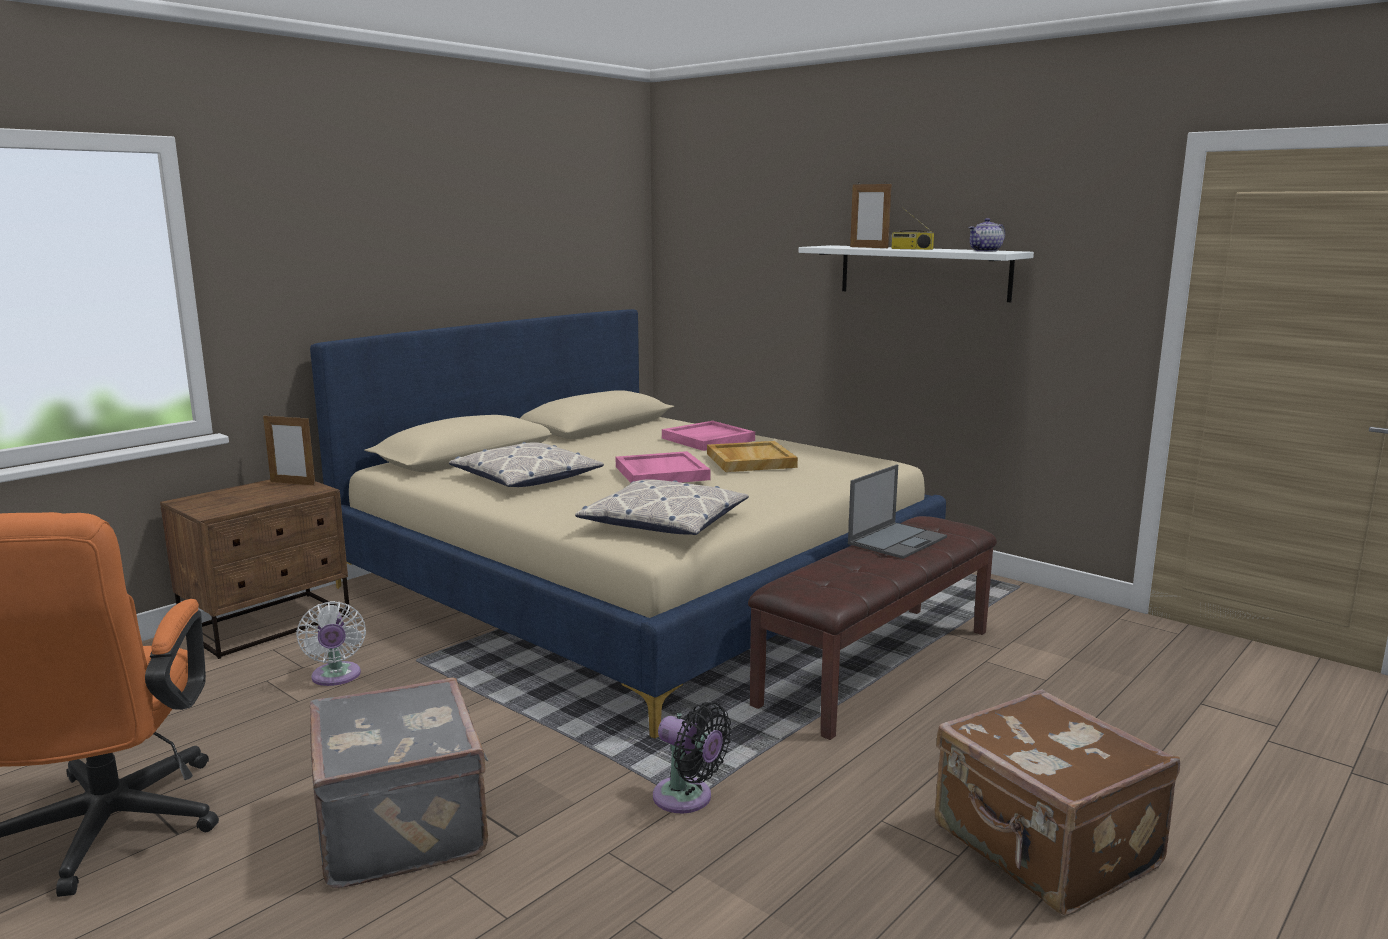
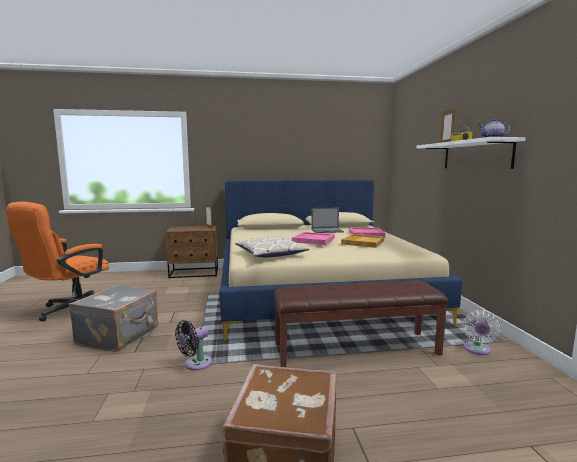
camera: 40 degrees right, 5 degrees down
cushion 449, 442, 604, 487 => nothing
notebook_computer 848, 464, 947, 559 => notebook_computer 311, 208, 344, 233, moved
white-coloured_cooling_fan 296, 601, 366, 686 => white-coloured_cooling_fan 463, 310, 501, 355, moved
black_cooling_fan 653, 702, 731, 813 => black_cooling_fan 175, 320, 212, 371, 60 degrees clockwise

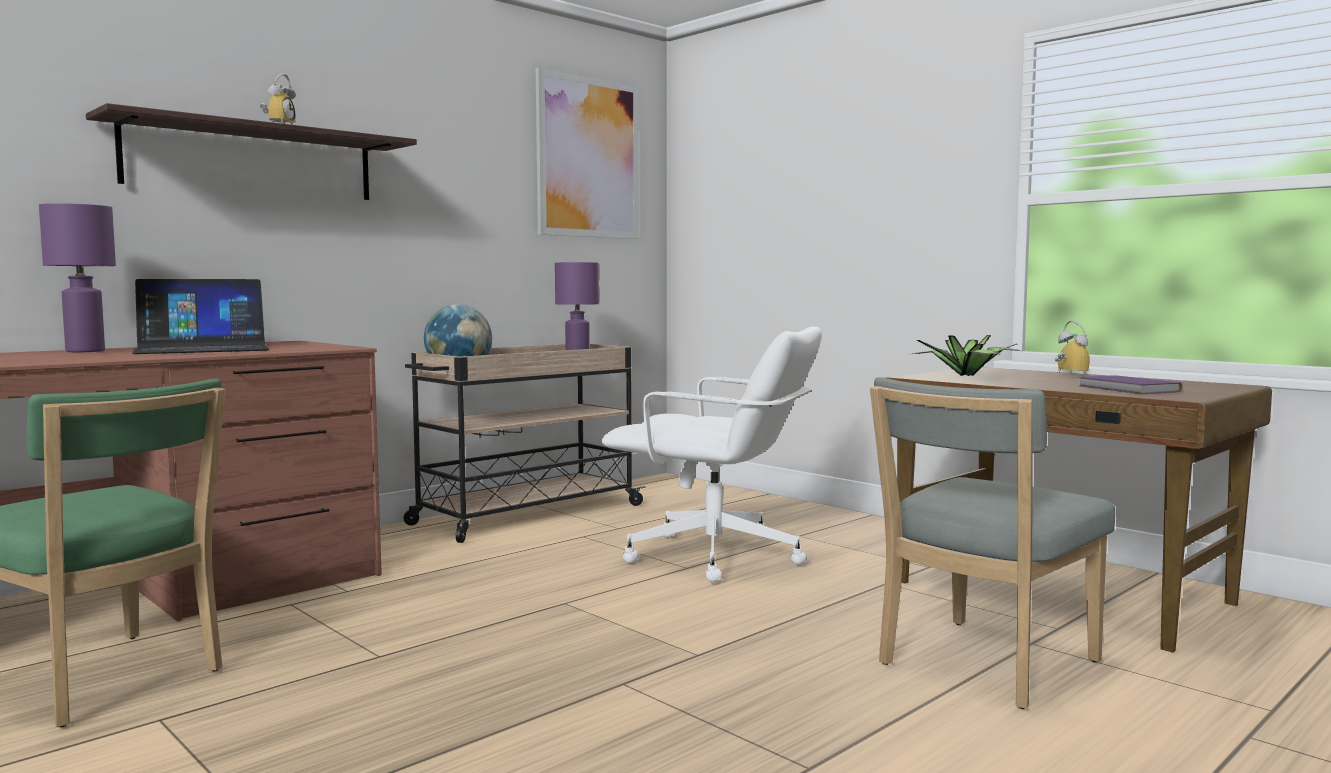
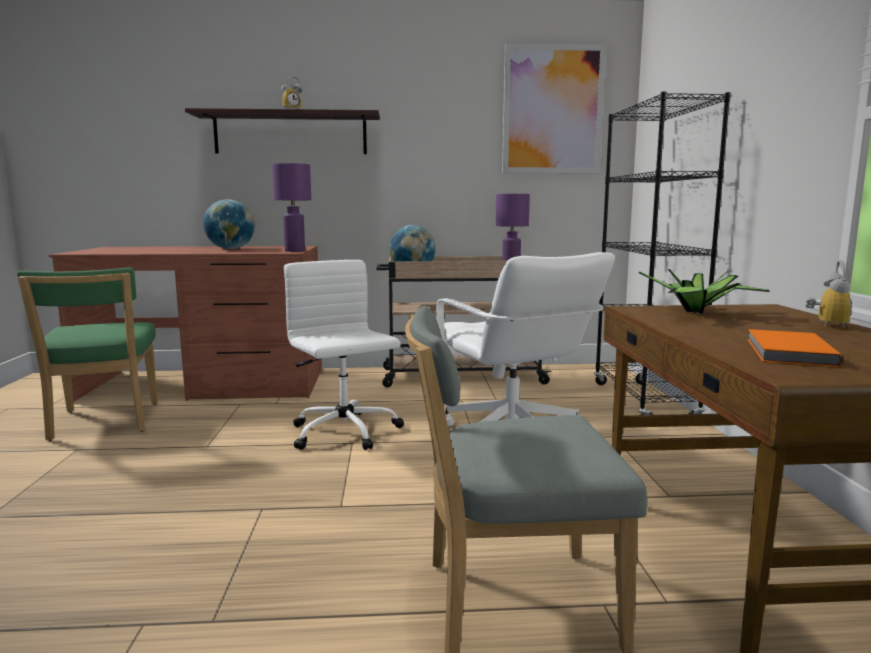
camera: 40 degrees right, 5 degrees up
purple_tabletop_lamp 39, 203, 116, 352 => purple_tabletop_lamp 272, 163, 311, 252, moved
notebook_computer 132, 279, 269, 354 => world_globe 203, 199, 255, 249
purple_book 1079, 375, 1182, 394 => orange_book 747, 329, 844, 367
nothing => black_bookshelf 594, 92, 731, 415
nothing => white-coloured_office_chair 284, 260, 404, 450

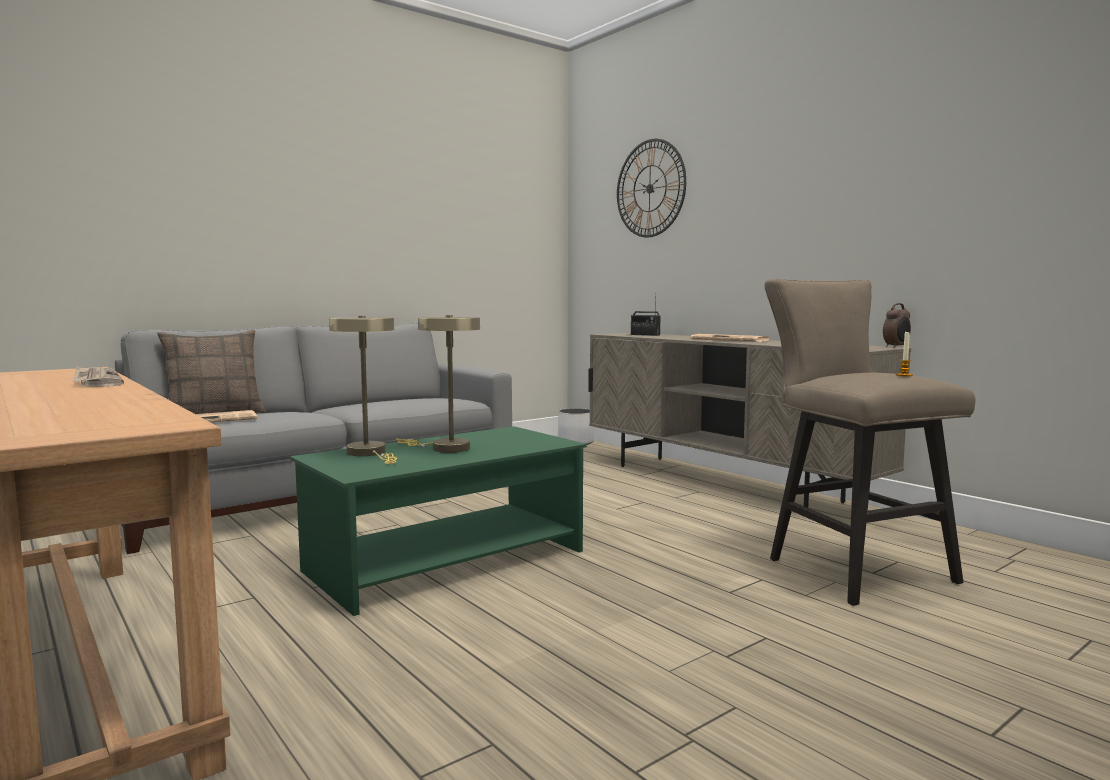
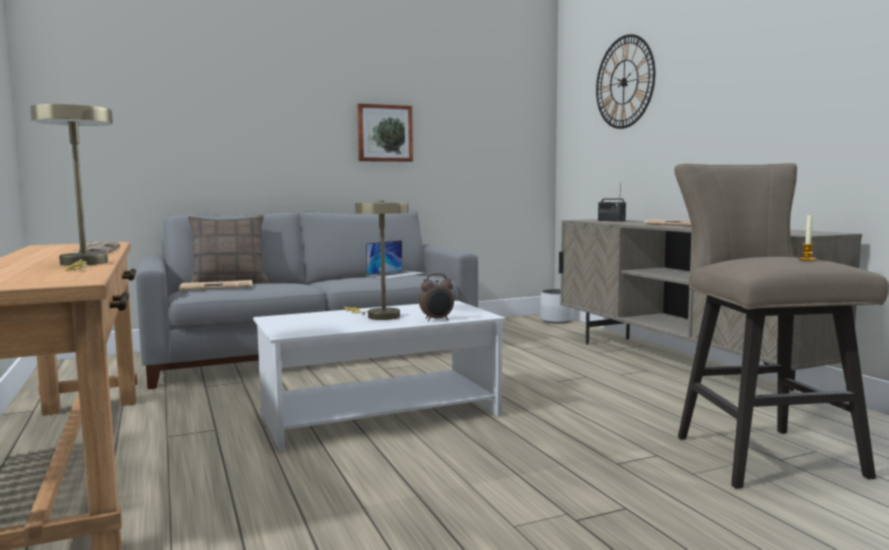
camera: 15 degrees right, 0 degrees up
bedside_clock 883, 303, 911, 348 => bedside_clock 419, 273, 454, 321, moved
sand-coloured_tabletop_lamp 329, 316, 397, 464 => sand-coloured_tabletop_lamp 30, 104, 113, 271, moved
green-coloured_low_table 290, 426, 587, 616 => white-coloured_low_table 253, 301, 506, 451
nothing => picture 357, 103, 413, 162
nothing => notebook_computer 366, 240, 425, 279

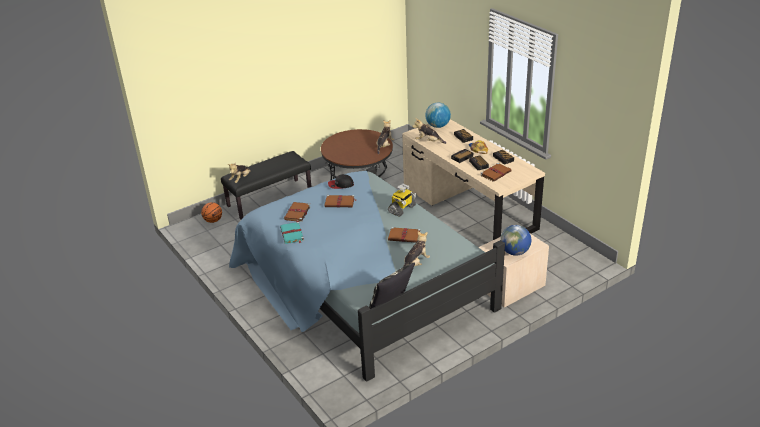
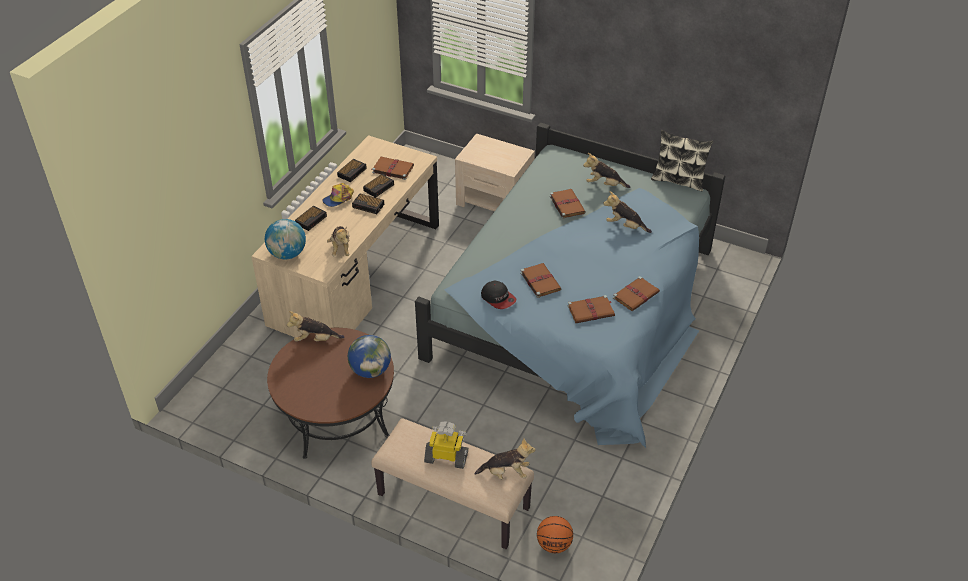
camera: 120 degrees left, 10 degrees up
black_long_seat 221, 151, 311, 220 => sand-coloured_long_seat 371, 418, 534, 549
model_robot 388, 183, 417, 217 => model_robot 424, 421, 468, 469, moved
turquoise_book 280, 222, 304, 244 => brownish_book 613, 276, 660, 311
world_globe 500, 225, 531, 256 => world_globe 348, 335, 391, 378, moved
nothing => soft_toy 603, 191, 652, 233

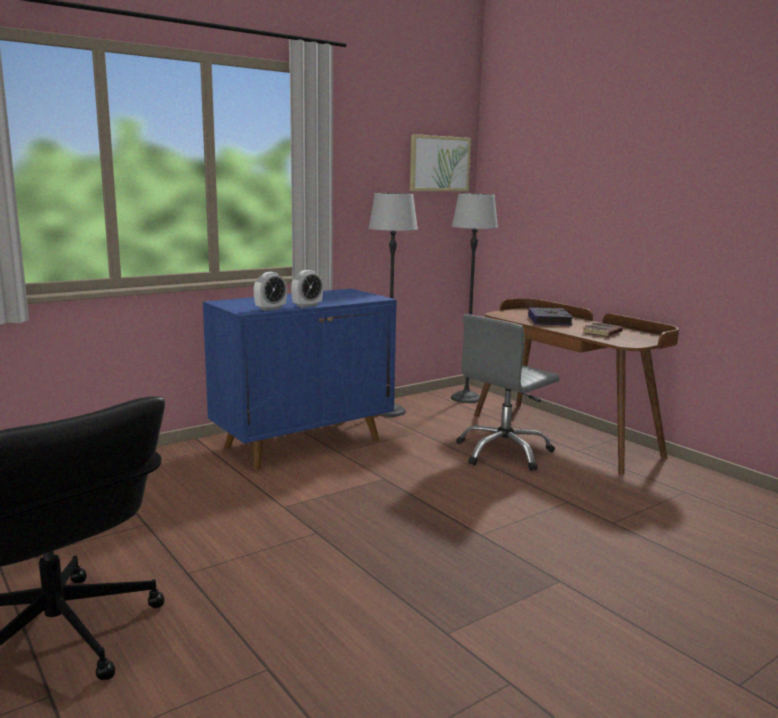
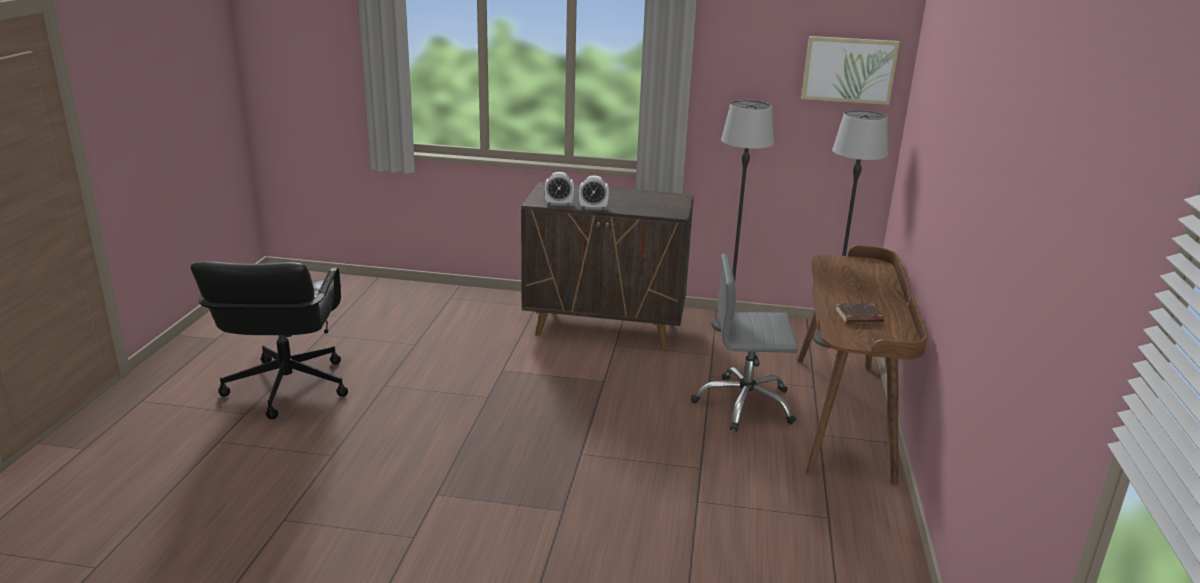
camera: 45 degrees right, 10 degrees up
blue_cabinet 203, 288, 397, 470 => brownish_cabinet 521, 182, 694, 349
book 528, 308, 573, 325 => nothing

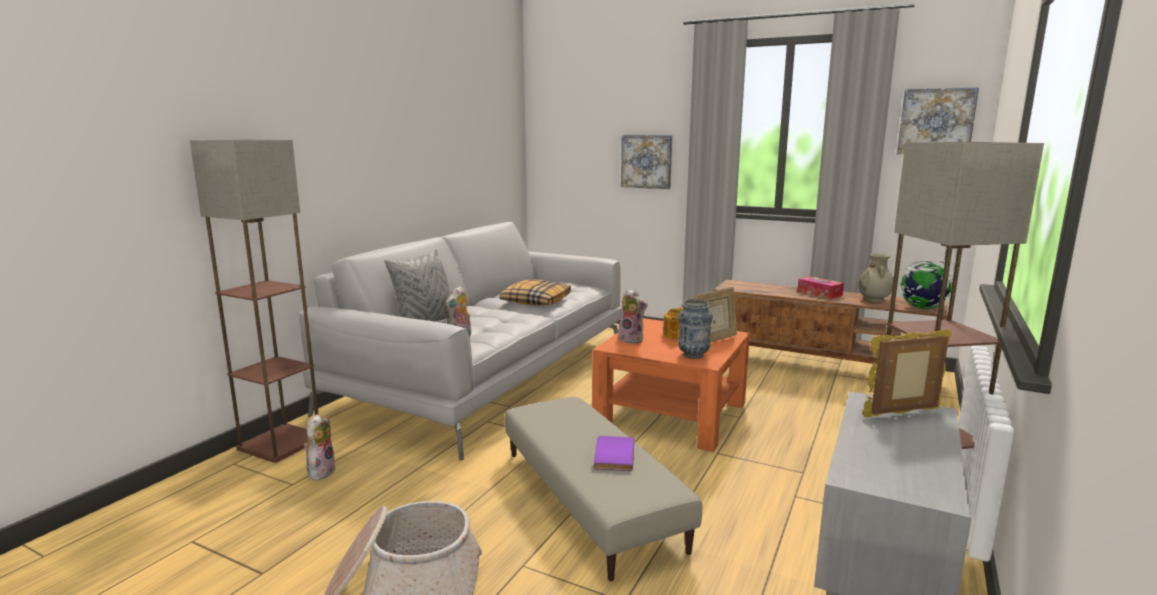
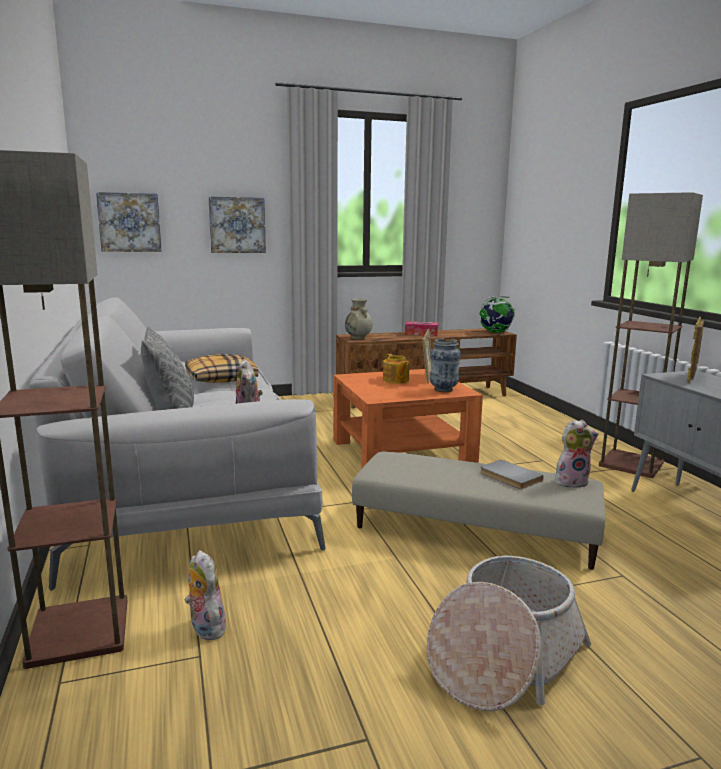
camera: 45 degrees left, 0 degrees up
picture 897, 87, 979, 154 => picture 96, 192, 161, 252, moved
sand-coloured_decorative_vase 858, 254, 894, 302 => sand-coloured_decorative_vase 345, 299, 373, 339, moved
soft_toy 618, 289, 648, 344 => soft_toy 555, 420, 599, 488, moved
purple_book 594, 436, 634, 471 => grey_book 480, 460, 544, 489

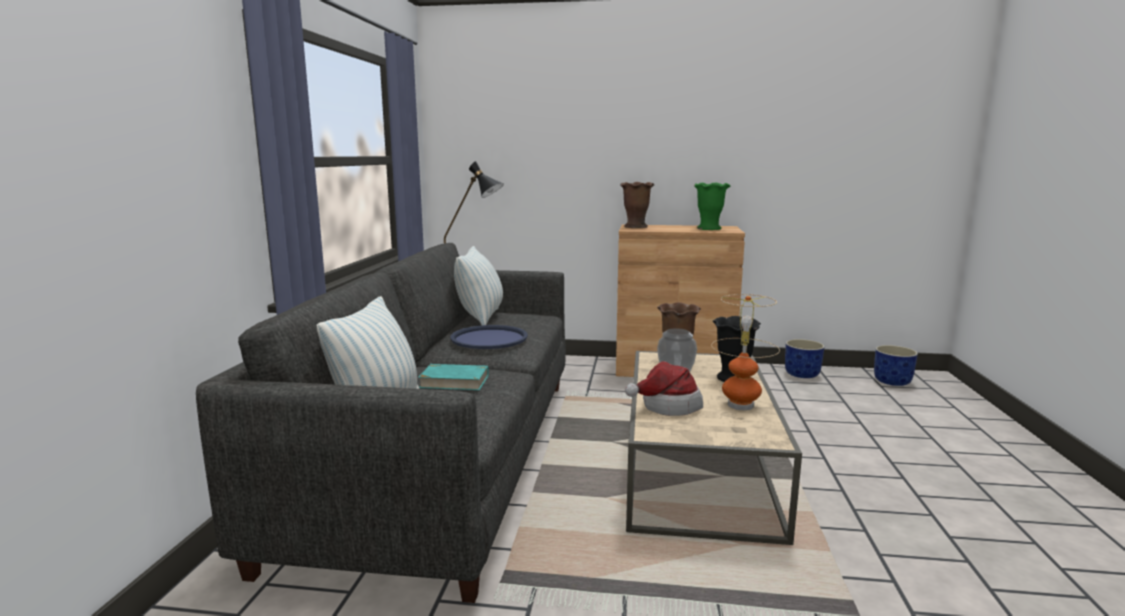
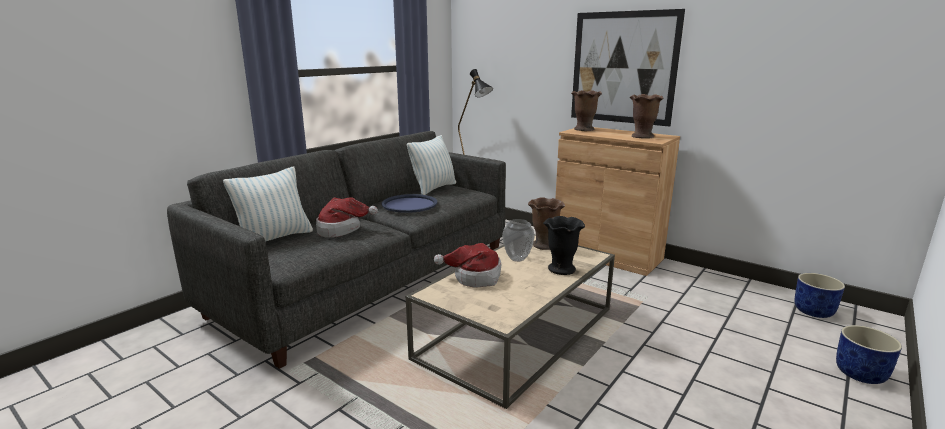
camera: 30 degrees right, 5 degrees up
green-coloured_decorative_vase 694, 183, 731, 230 => brownish_decorative_vase 630, 94, 663, 138
tabletop_lamp 711, 294, 780, 411 => nothing
blue_plant_pot 785, 339, 825, 378 => blue_plant_pot 836, 325, 902, 384, moved
turquoise_book 417, 364, 489, 390 => wearable_hat 316, 197, 378, 238
nothing => picture 571, 9, 685, 127

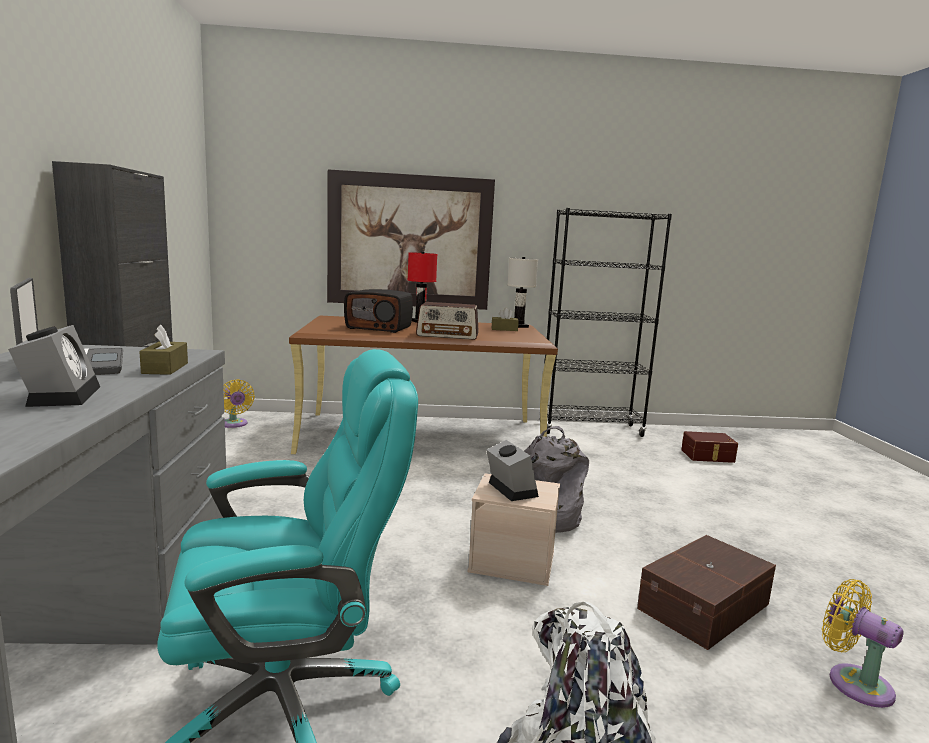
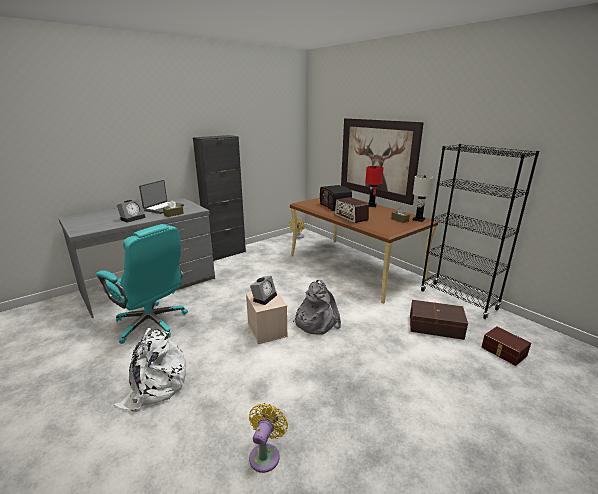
camera: 55 degrees right, 10 degrees up
brownish_storage_bin 637, 535, 776, 650 => brownish_storage_bin 410, 300, 468, 340, moved

